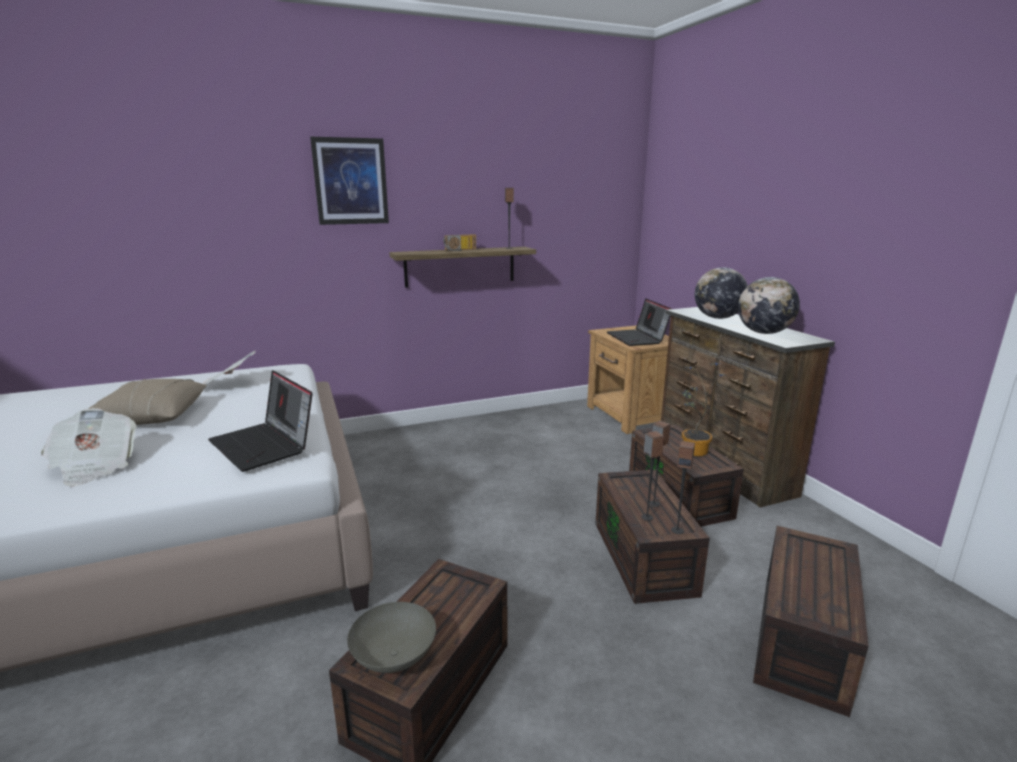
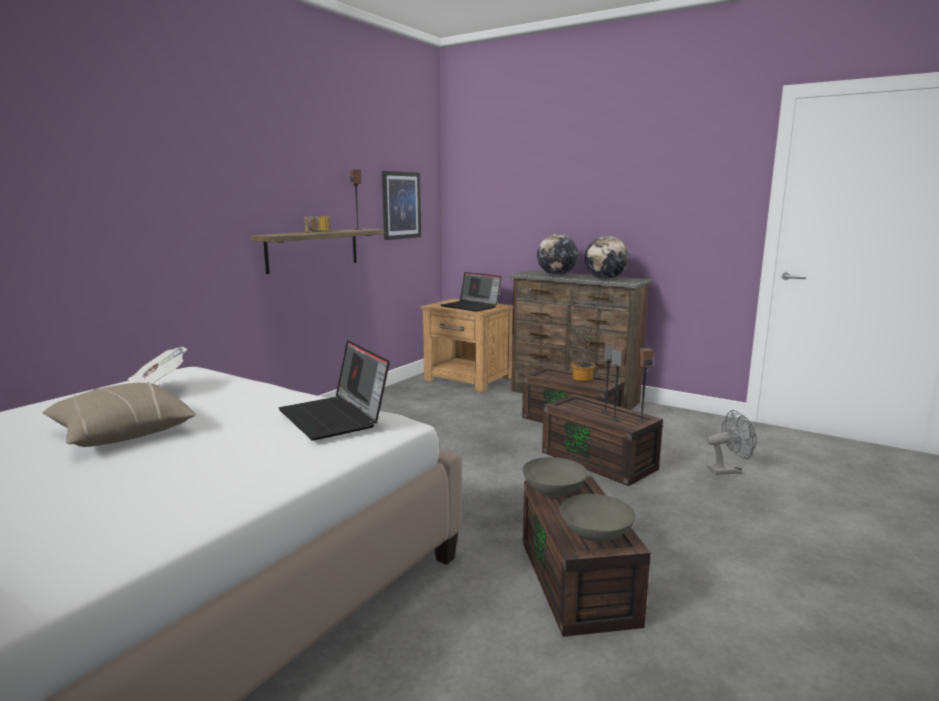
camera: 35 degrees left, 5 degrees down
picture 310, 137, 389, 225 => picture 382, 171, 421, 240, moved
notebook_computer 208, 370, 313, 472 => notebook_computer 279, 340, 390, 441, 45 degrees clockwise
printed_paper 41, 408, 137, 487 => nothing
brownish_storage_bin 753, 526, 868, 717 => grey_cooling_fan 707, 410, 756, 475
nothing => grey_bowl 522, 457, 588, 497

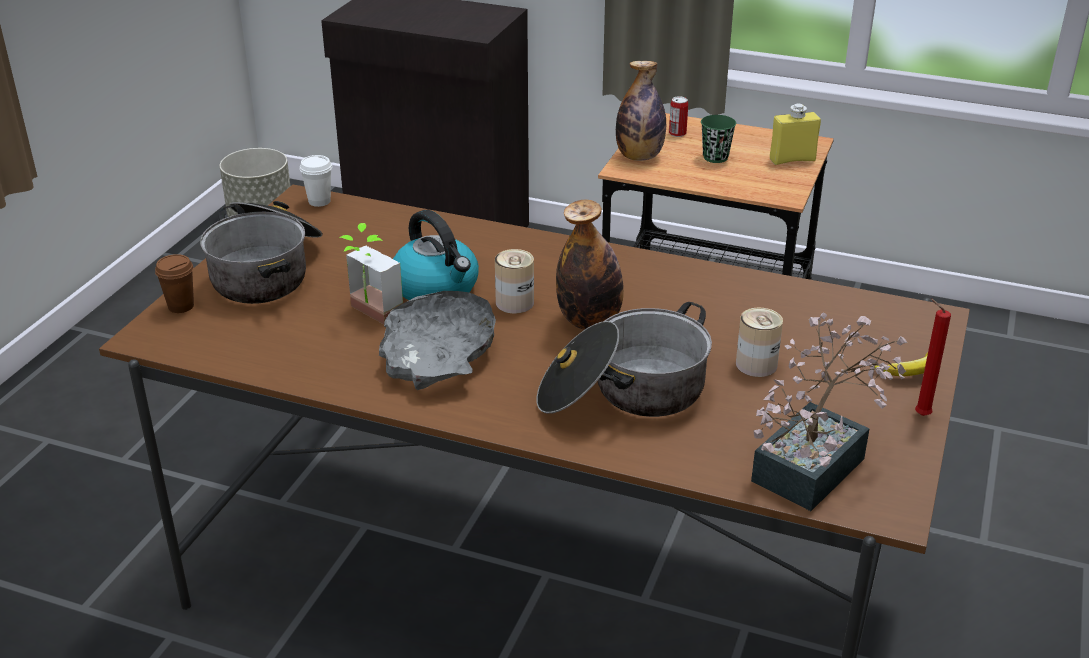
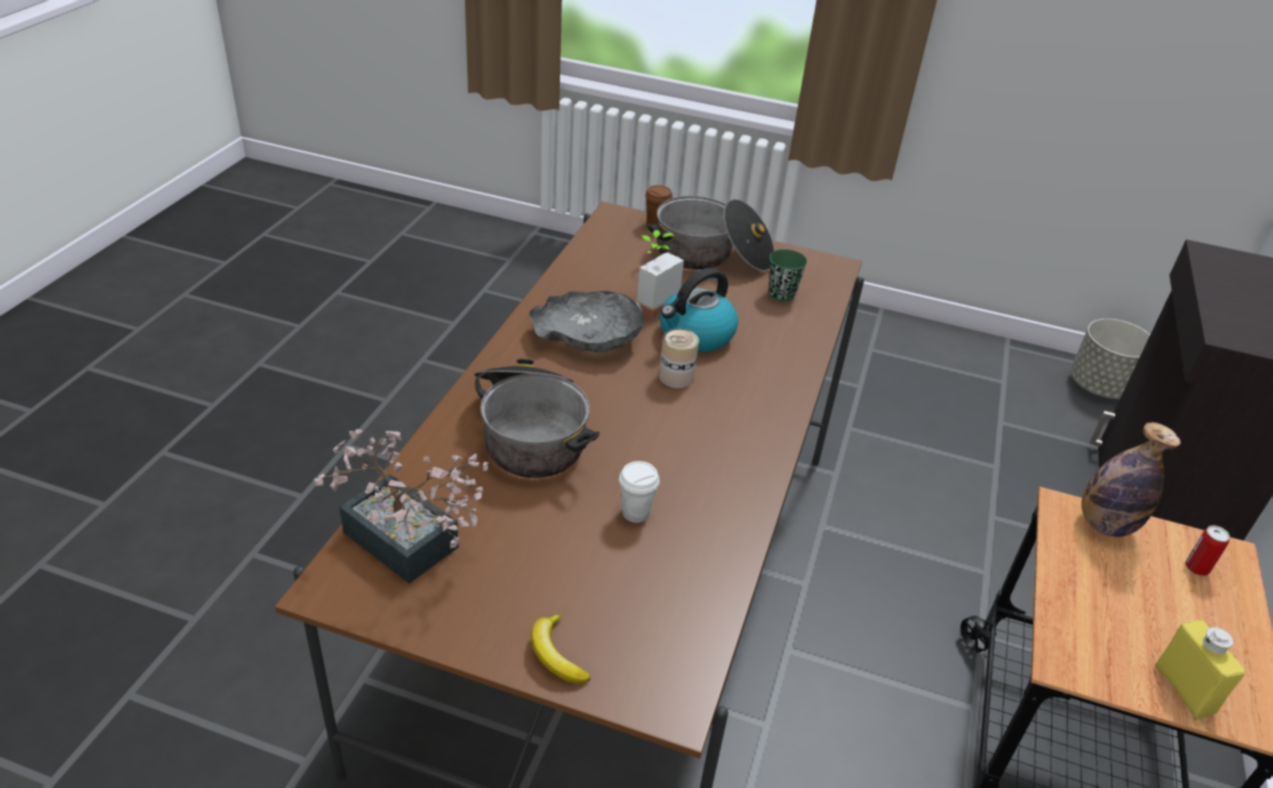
camera: 85 degrees right, 5 degrees up
green-coloured_drinking_cup 701, 115, 736, 163 => green-coloured_drinking_cup 768, 249, 807, 302, moved
white-coloured_drinking_cup 300, 155, 332, 207 => white-coloured_drinking_cup 619, 461, 660, 523, moved
beverage_bottle 556, 200, 624, 330 => nothing
reddish_wax_light 915, 299, 951, 416 => nothing
metal_can 736, 308, 783, 377 => nothing

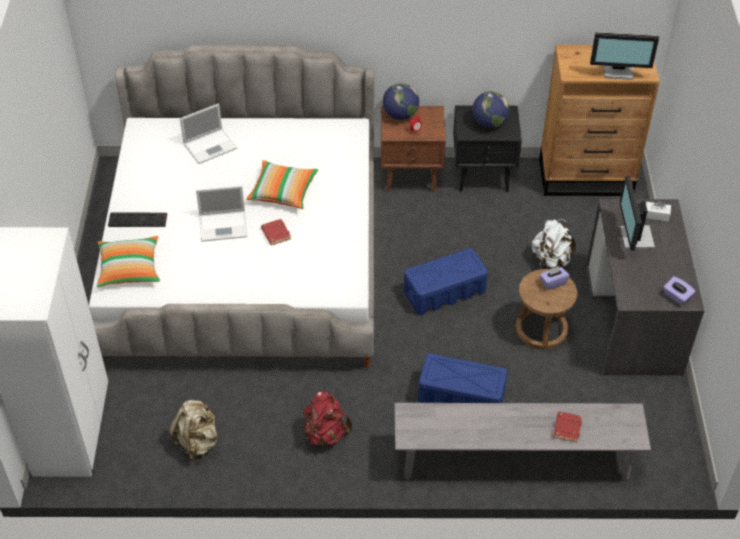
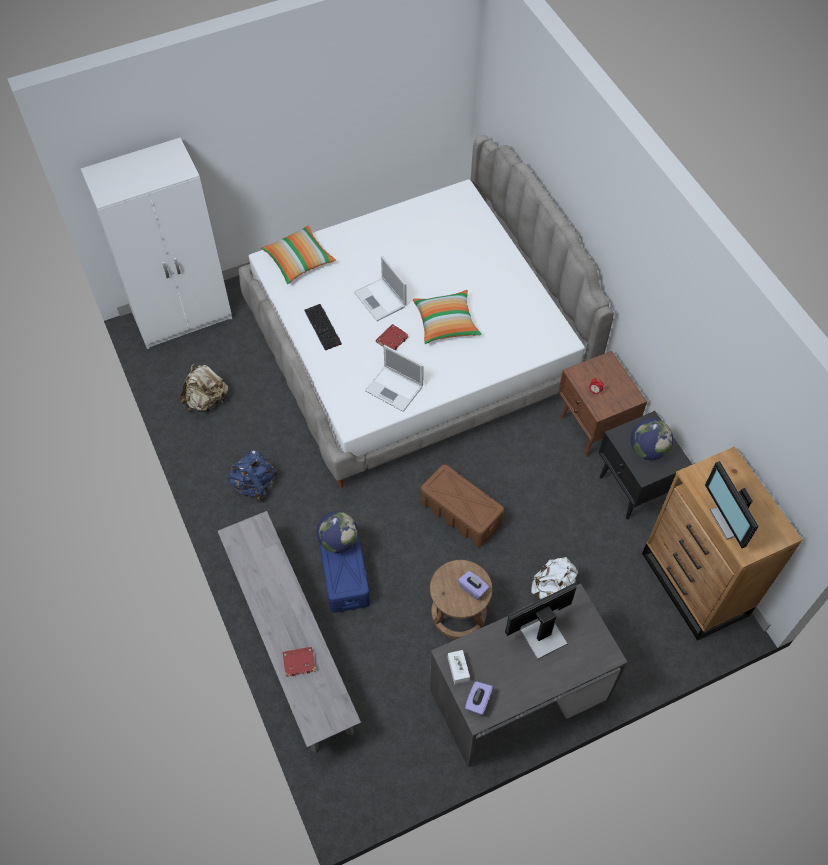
camera: 65 degrees right, 10 degrees up
world_globe 383, 83, 419, 120 => world_globe 316, 511, 358, 553, moved
notebook_computer 180, 103, 237, 164 => notebook_computer 365, 345, 424, 412, moved
white-coloured_tissue_holder 646, 201, 671, 222 => white-coloured_tissue_holder 448, 650, 470, 684, moved
computer_keyboard 108, 212, 167, 227 => computer_keyboard 304, 304, 342, 351, moved
blue_storage_bin 404, 248, 488, 315 => brownish_storage_bin 421, 464, 504, 547
reddish_knapsack 303, 391, 352, 446 => blue_knapsack 227, 450, 279, 501

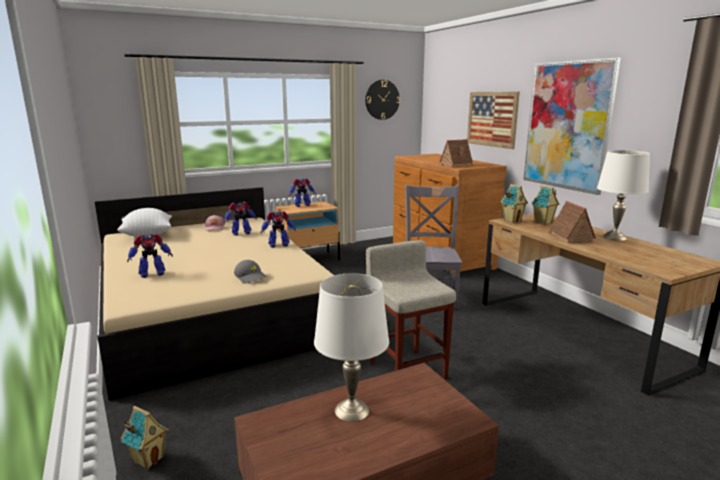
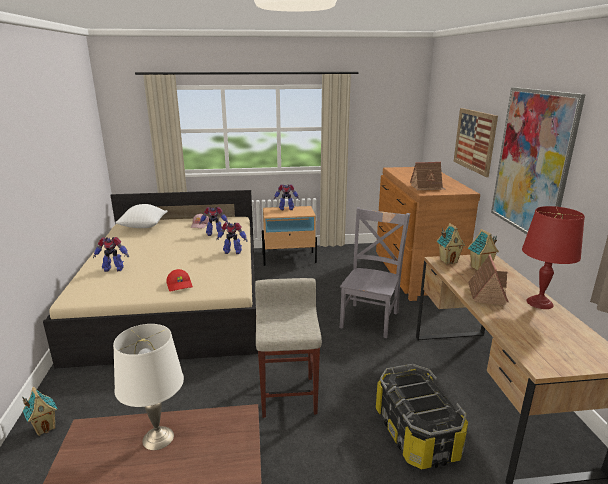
camera: 20 degrees right, 5 degrees up
clock_on_the_wall 365, 80, 400, 120 => nothing
white-coloured_tabletop_lamp 597, 150, 650, 241 => reddish_tabletop_lamp 522, 206, 585, 309
grey_cap 234, 260, 267, 284 => reddish_cap 166, 269, 193, 292
nothing => storage_bin 376, 364, 468, 469

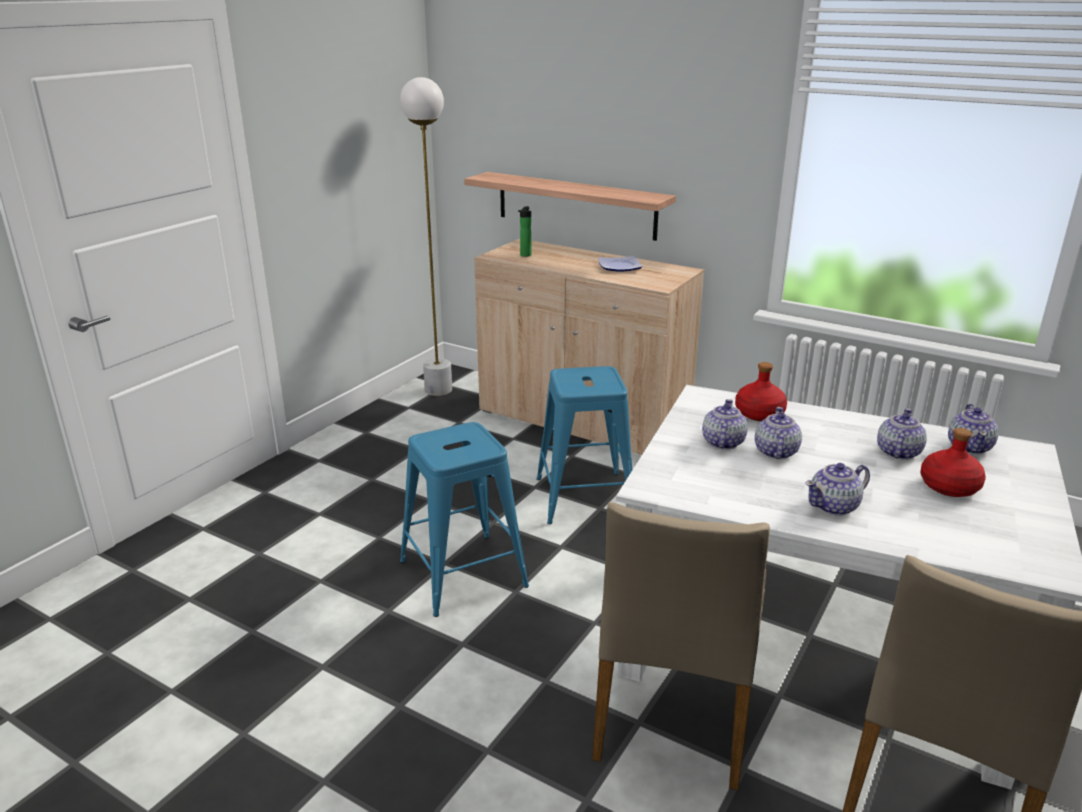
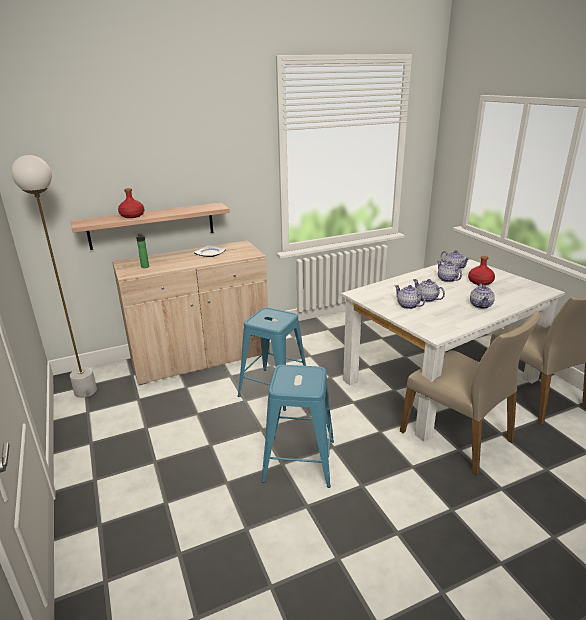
camera: 55 degrees left, 0 degrees up
reddish_beverage_bottle 735, 362, 787, 421 => reddish_beverage_bottle 118, 188, 145, 218, moved

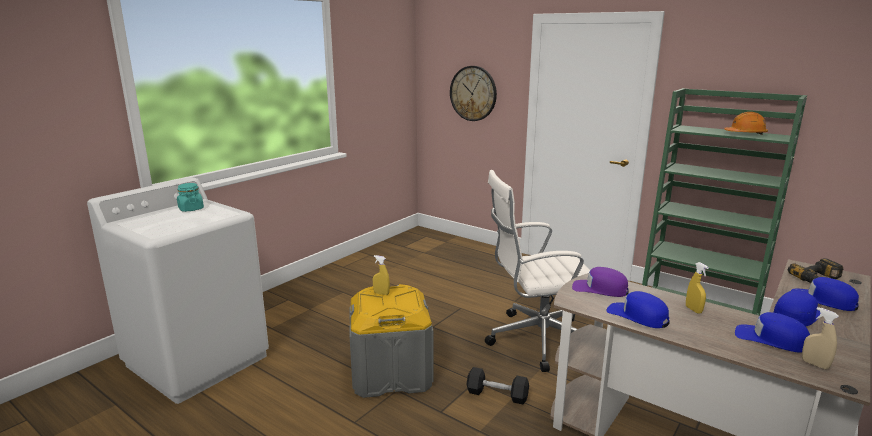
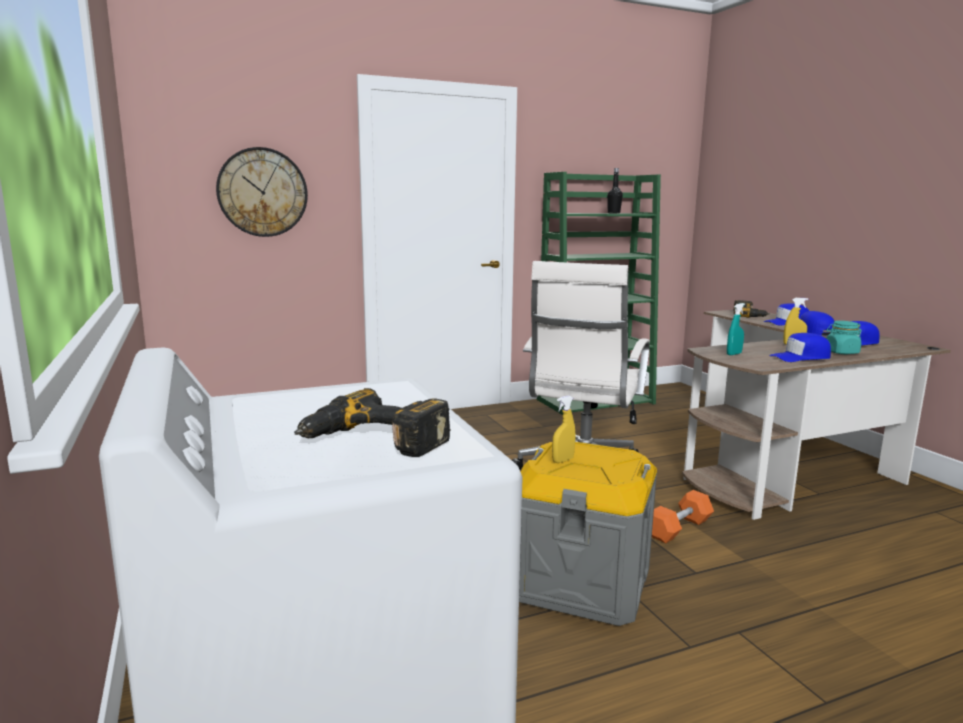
camera: 60 degrees left, 5 degrees down
orange_work_helmet 724, 112, 768, 135 => black_beverage_bottle 607, 168, 623, 214
turquoise_storage_jar 177, 183, 204, 212 => turquoise_storage_jar 826, 321, 862, 354, moved
purple_cap 572, 267, 629, 297 => turquoise_sprayer 727, 303, 745, 355
sand-coloured_sprayer 802, 307, 839, 370 => nothing
black_free_weight 466, 367, 529, 405 => orange_free_weight 652, 490, 714, 543
nothing => electric_drill 294, 388, 451, 457

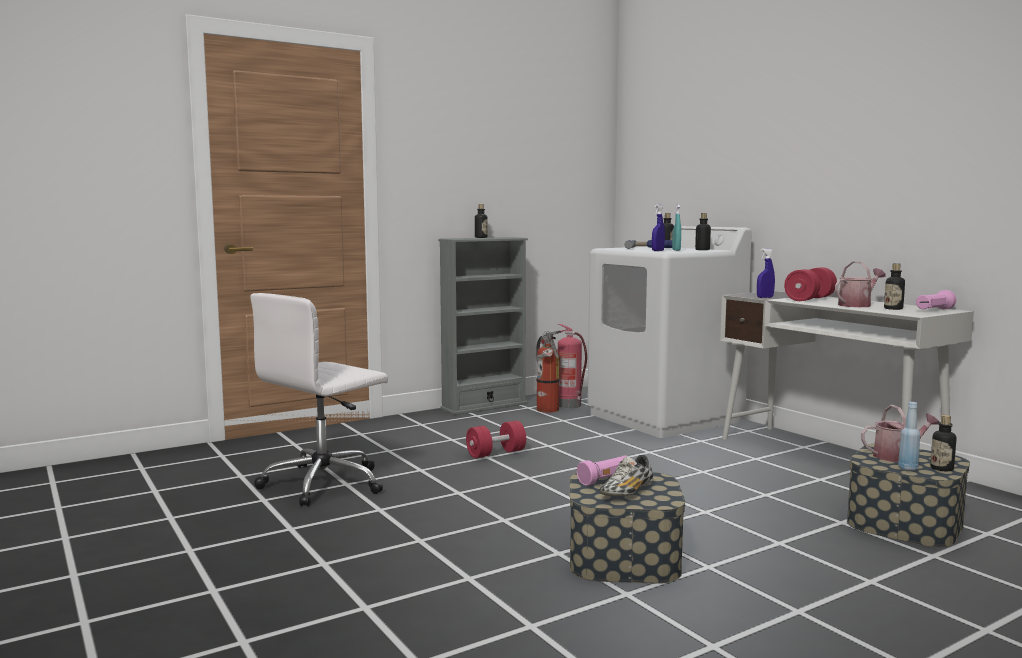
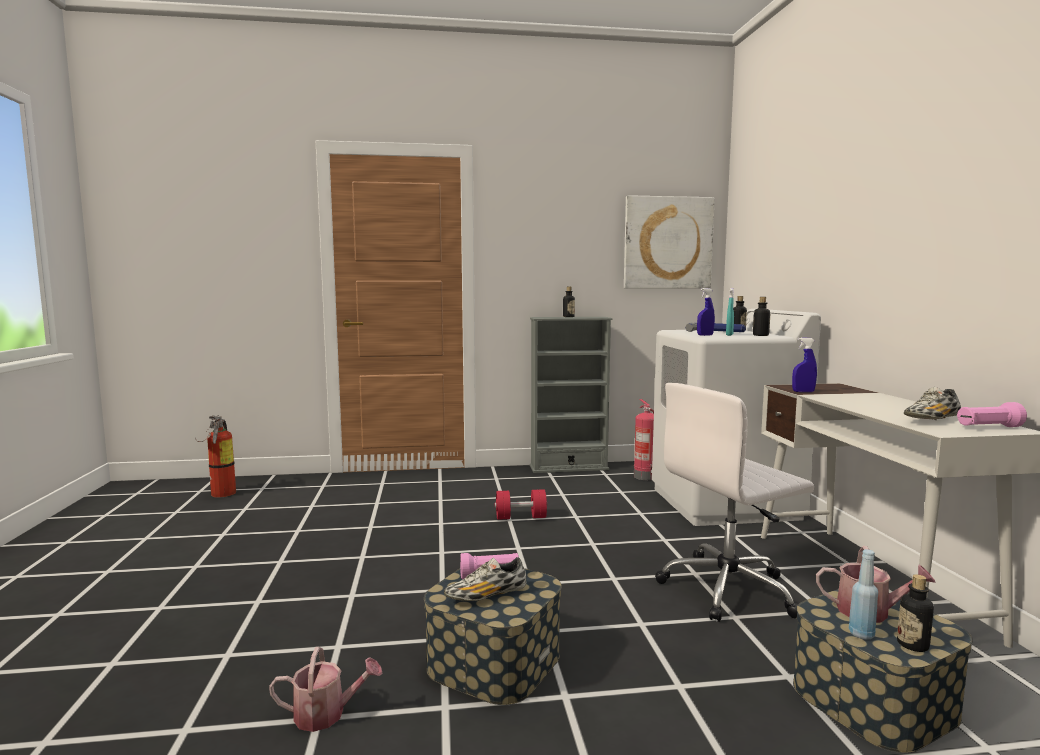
camera: 25 degrees right, 0 degrees up
sprinkling_can 835, 261, 886, 307 => sprinkling_can 269, 647, 383, 732, moved
beverage_bottle 884, 263, 905, 310 => shoe 904, 387, 961, 420
reddish_free_weight 784, 267, 837, 301 => nothing
white-coloured_office_chair 250, 293, 388, 507 => white-coloured_office_chair 655, 383, 814, 622, moved
extinguisher 536, 331, 561, 413 => extinguisher 195, 415, 236, 498, moved
nothing => picture 624, 195, 715, 289

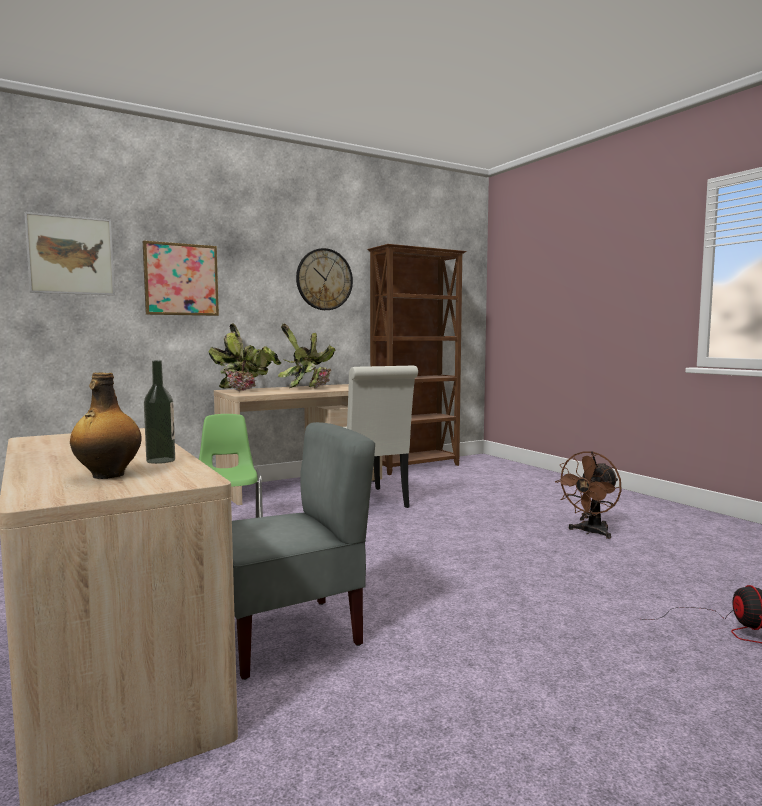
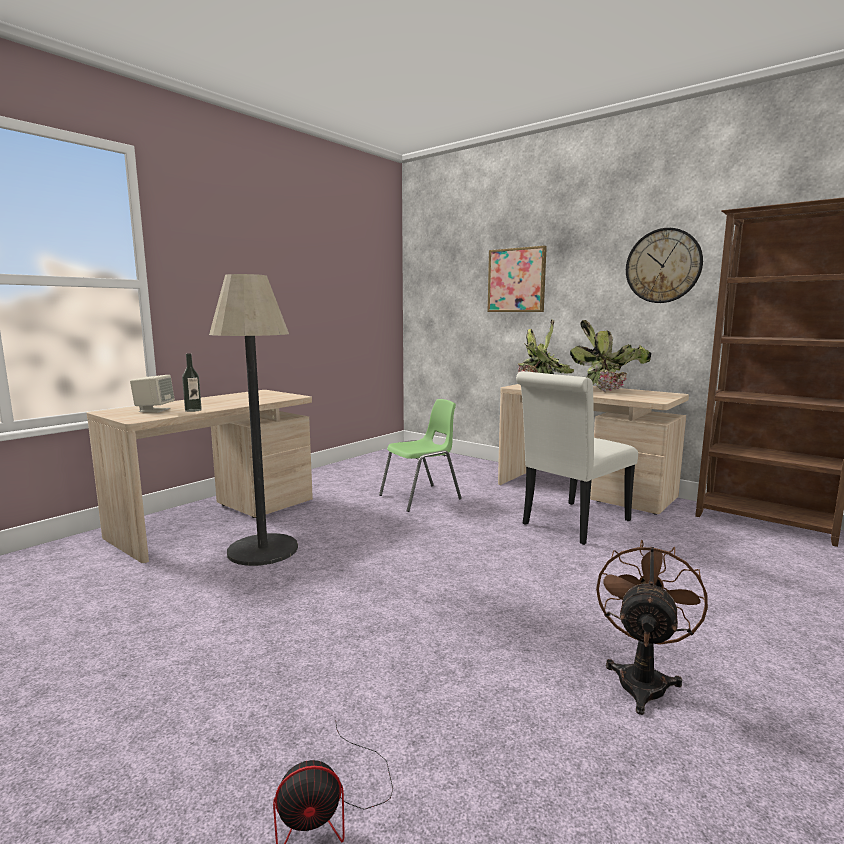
camera: 70 degrees right, 5 degrees up
picture 24, 212, 115, 295 => nothing
beverage_bottle 70, 373, 142, 479 => sand-coloured_audio_speaker 130, 375, 175, 413
grey_plain_chair 232, 422, 375, 680 => standing_lamp 209, 274, 298, 566
brownish_cooling_fan 555, 451, 622, 539 => brownish_cooling_fan 596, 540, 708, 715, 90 degrees clockwise

